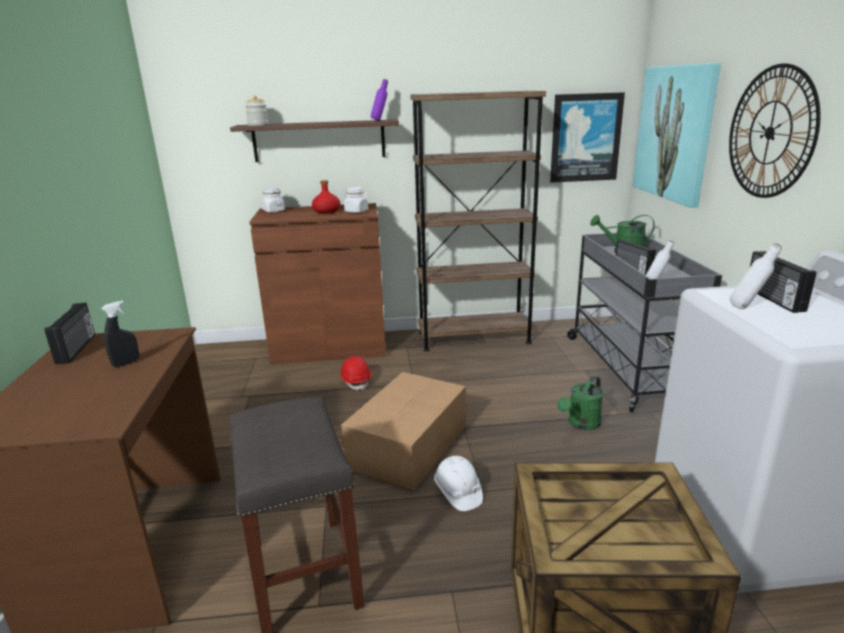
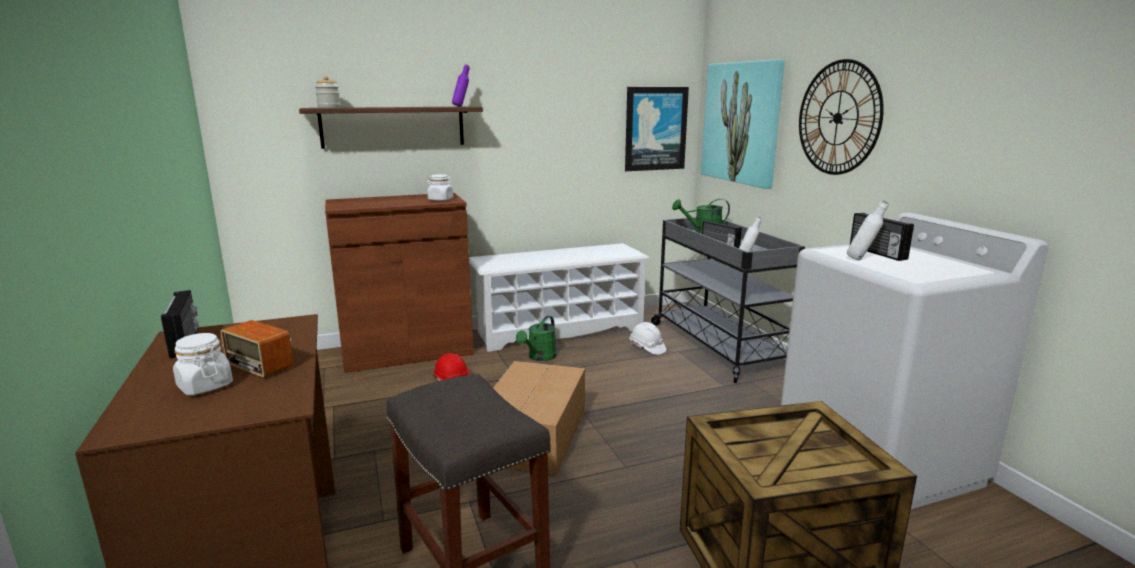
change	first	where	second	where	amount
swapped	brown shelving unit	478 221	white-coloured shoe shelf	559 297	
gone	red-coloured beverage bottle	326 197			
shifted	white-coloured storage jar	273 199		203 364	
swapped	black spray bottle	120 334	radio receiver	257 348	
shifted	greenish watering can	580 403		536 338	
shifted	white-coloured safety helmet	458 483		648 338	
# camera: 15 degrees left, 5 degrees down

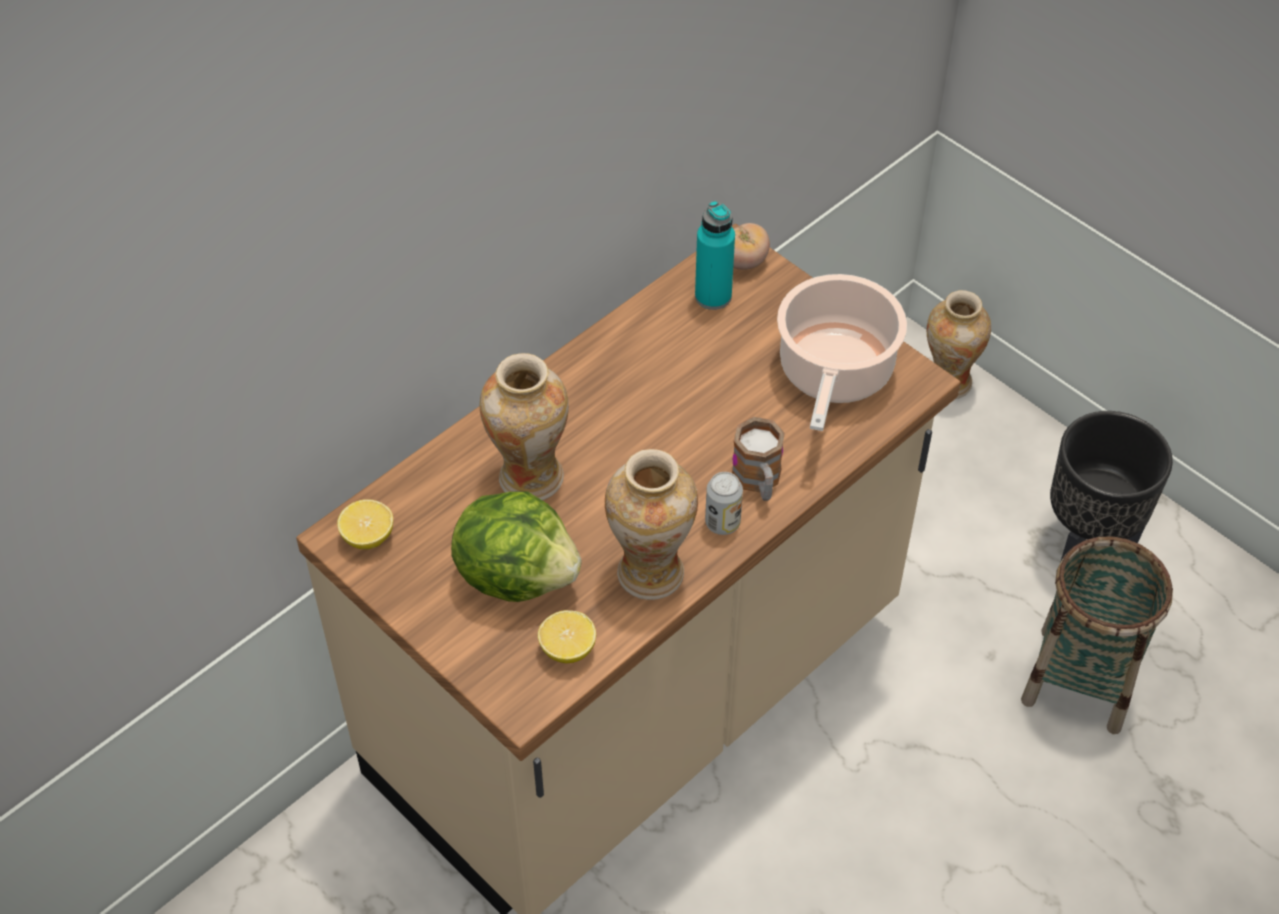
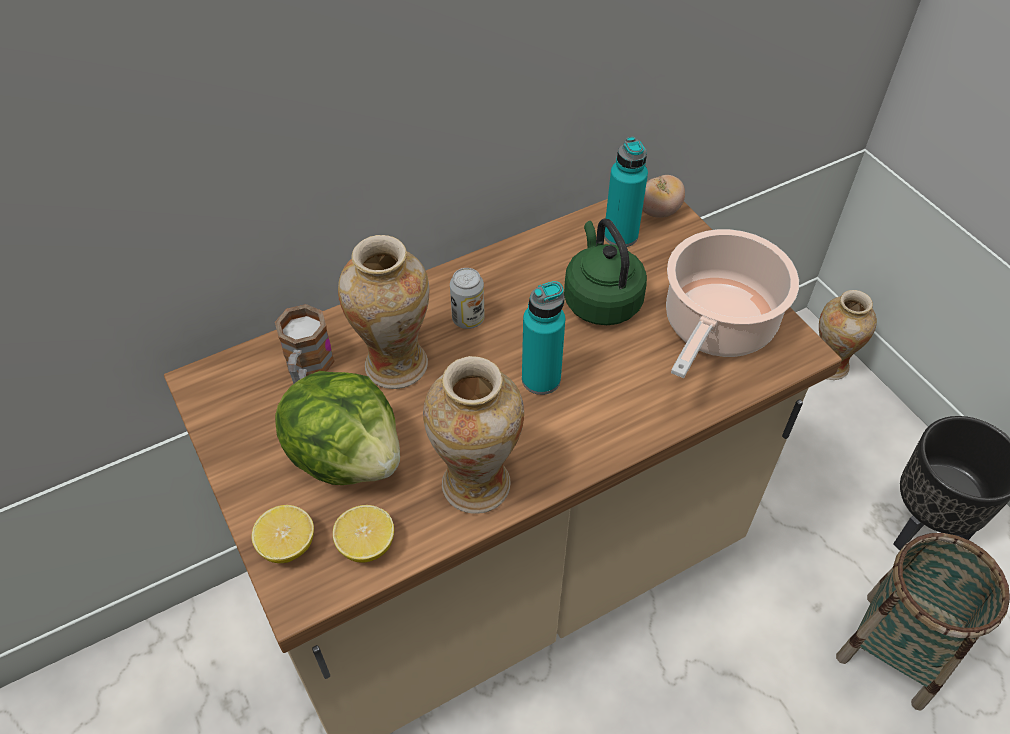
change	first	where	second	where	amount
shifted	mug	758 459		305 344	
shifted	sealed can	724 503		467 298	
shifted	lemon	365 524		282 534	
new			greenish tea kettle	605 272	
new			turquoise-coloured beverage bottle	543 338	
# camera: 15 degrees right, 0 degrees up

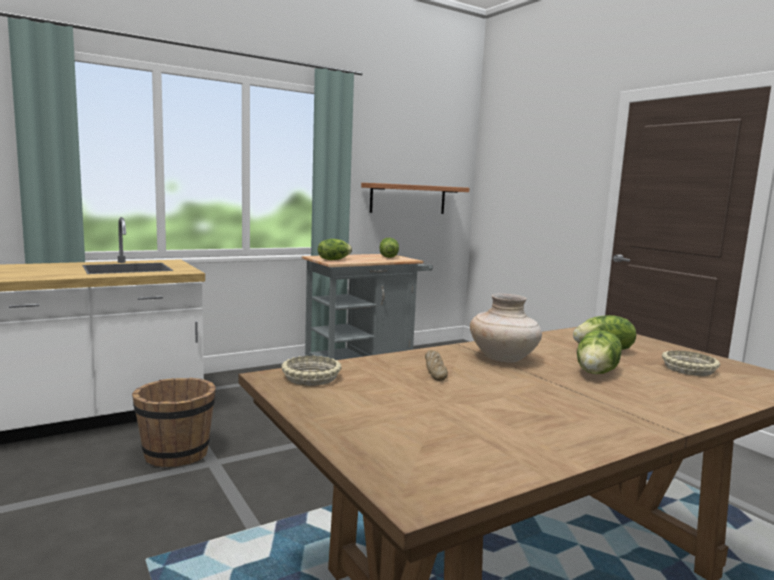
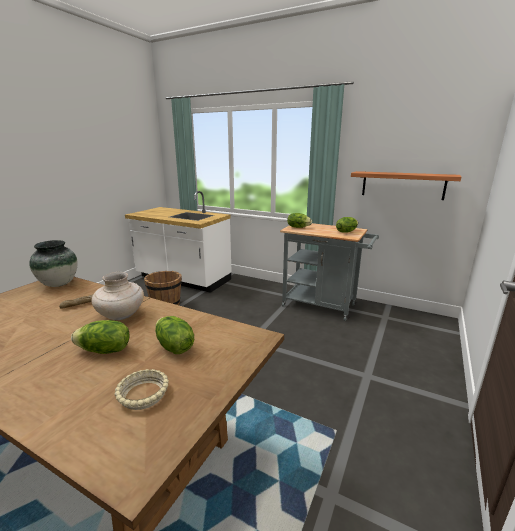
change	first	where	second	where	amount
swapped	beige serving bowl	311 371	flower vase	53 263	
# camera: 60 degrees right, 10 degrees up

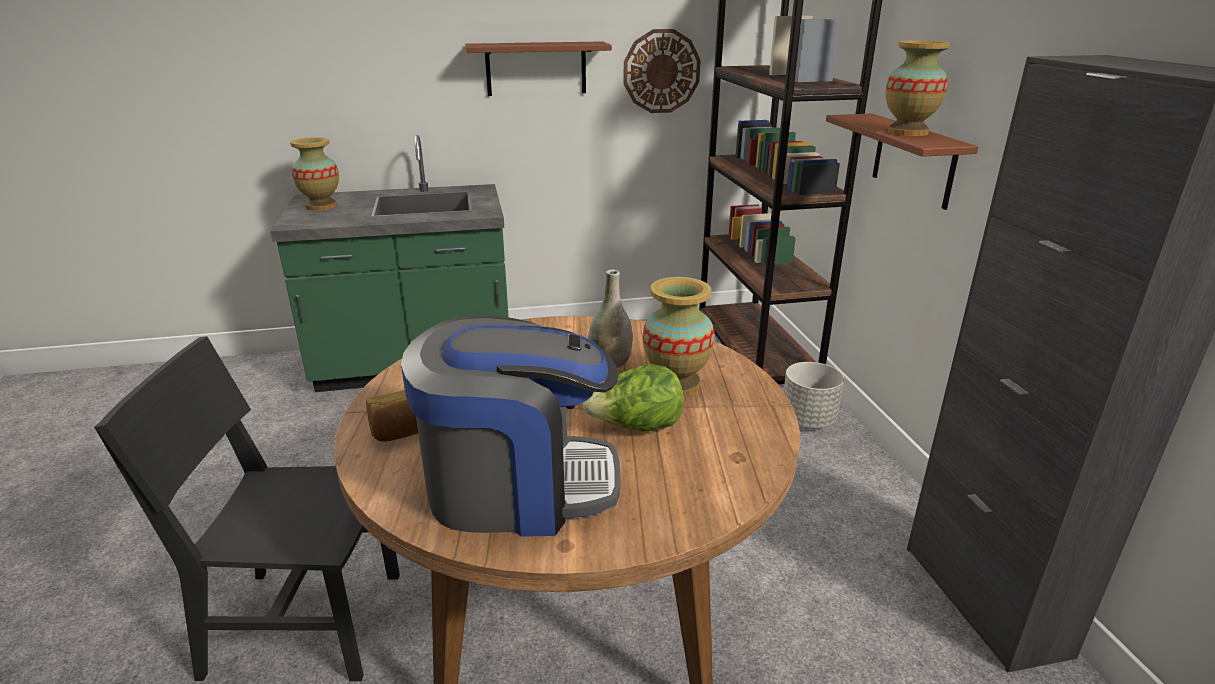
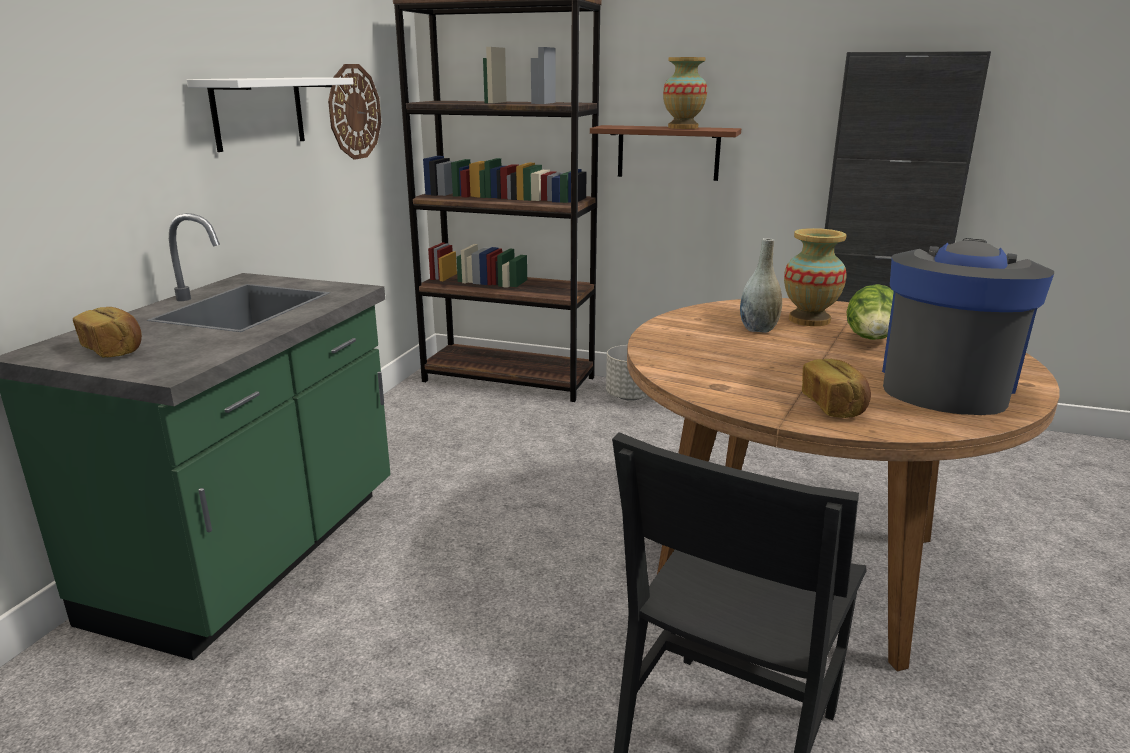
change	first	where	second	where	amount
repainted	brown bracket shelf	538 68	white-coloured bracket shelf	270 115	
swapped	flower vase	314 174	baked bread	107 332	
# camera: 60 degrees left, 5 degrees down

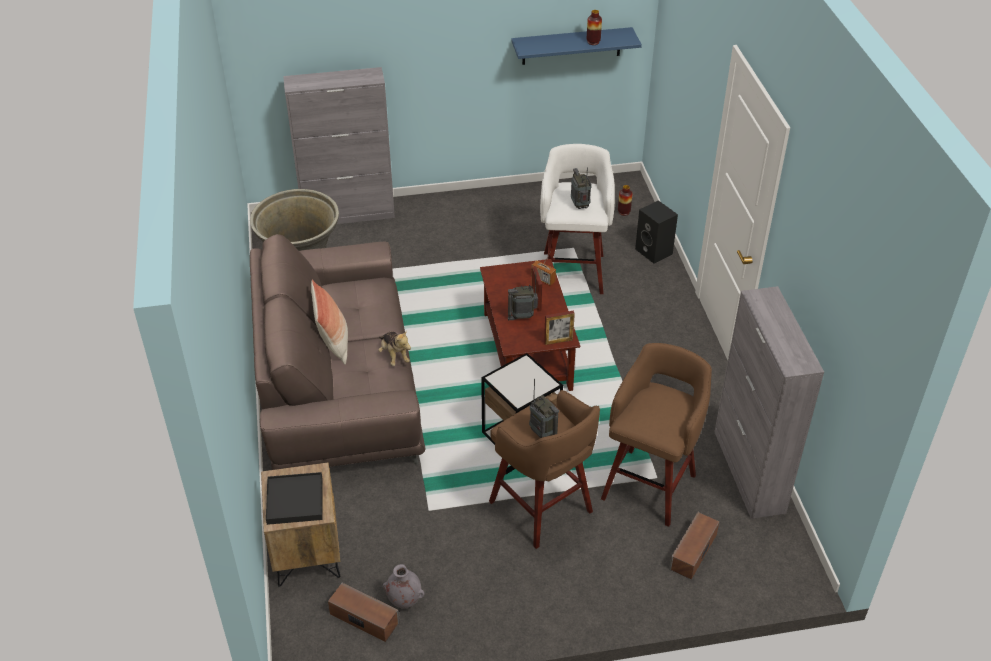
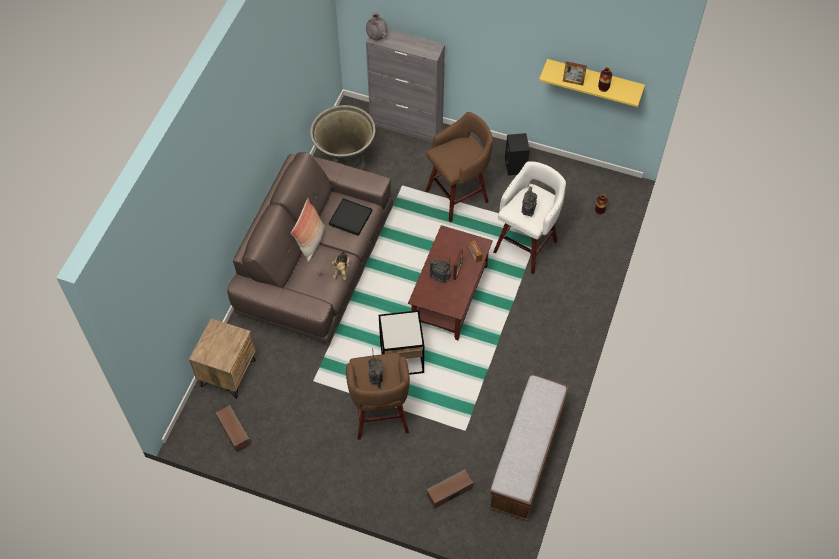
change	first	where	second	where	amount
repainted	bluish bracket shelf	576 46	yellow-coloured bracket shelf	592 83	
shifted	black loudspeaker	656 232		517 154	
swapped	gray cabinet	769 402	indoor bench	529 447	
shifted	picture frame	559 328		575 73	
shifted	brown stool	656 435		459 167	
shifted	black carrying tray	294 498		350 217	
shifted	gray flower vase	404 586		376 26	
# camera: 30 degrees right, 15 degrees up

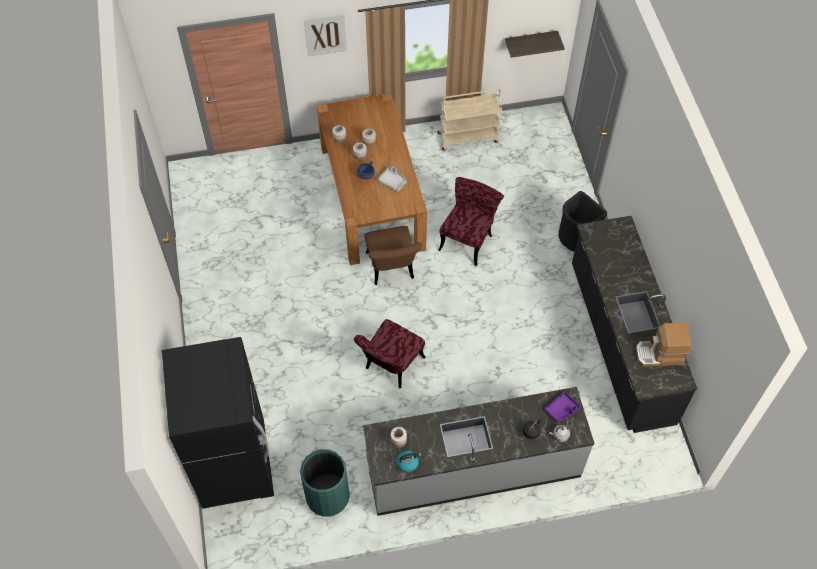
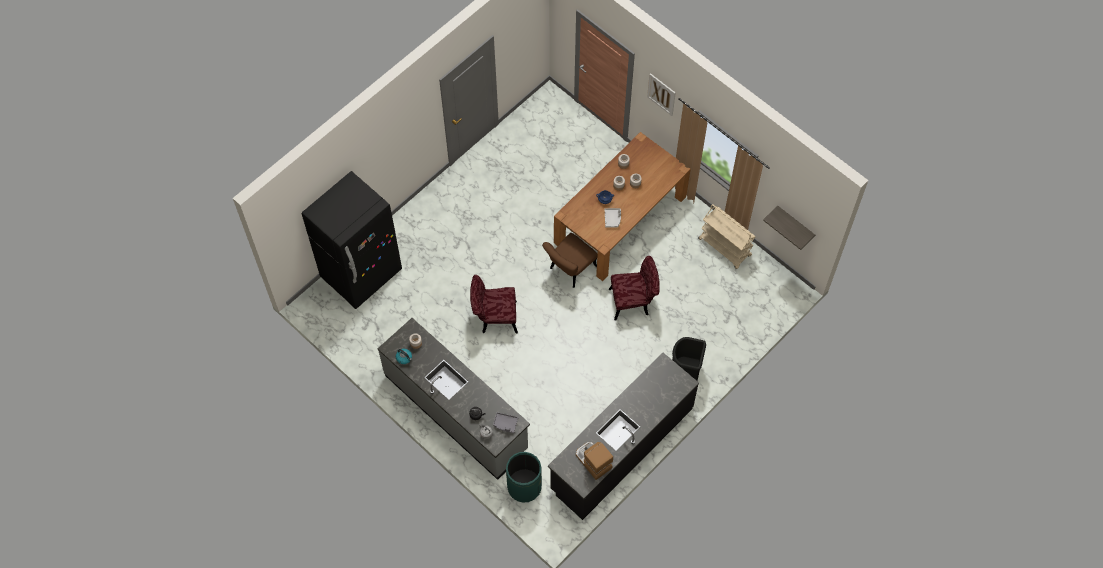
change	first	where	second	where	amount
repainted	purple-coloured carrying tray	562 407	gray carrying tray	505 422	
shifted	greenish rubbish bin	325 483		524 477	
# camera: 55 degrees right, 5 degrees up

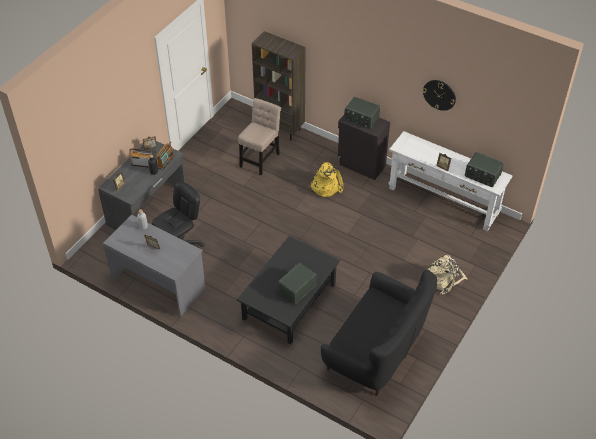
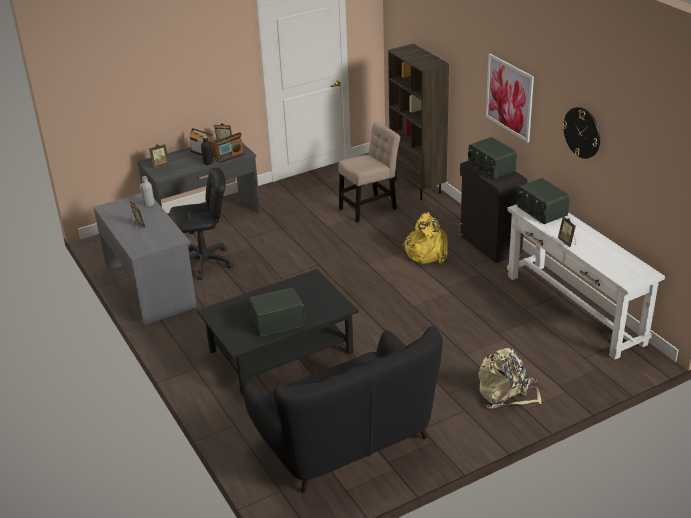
change	first	where	second	where	amount
shifted	radio receiver	484 169		543 201	
new			wall art	510 98	
# camera: 30 degrees right, 15 degrees down

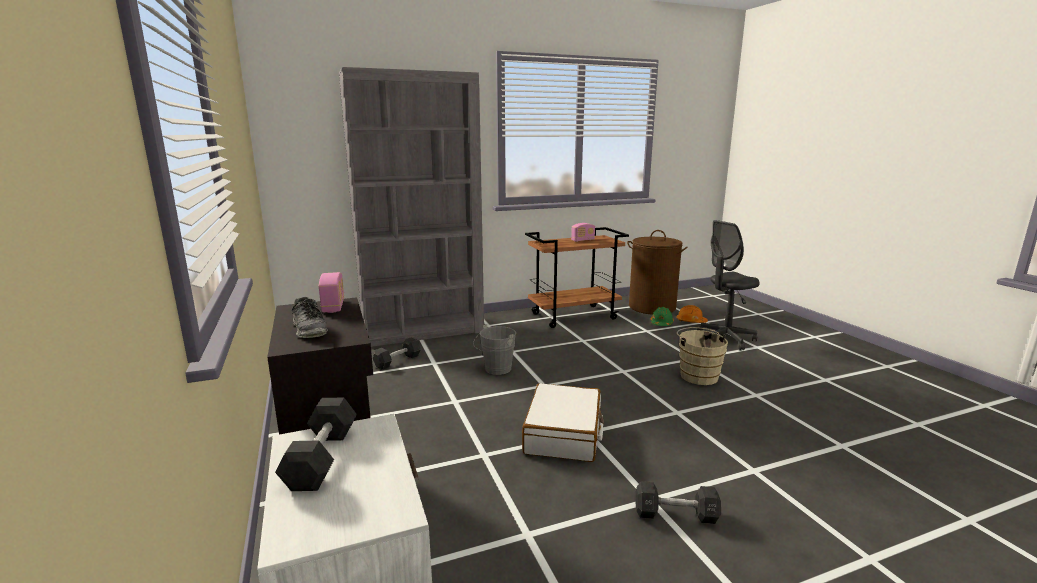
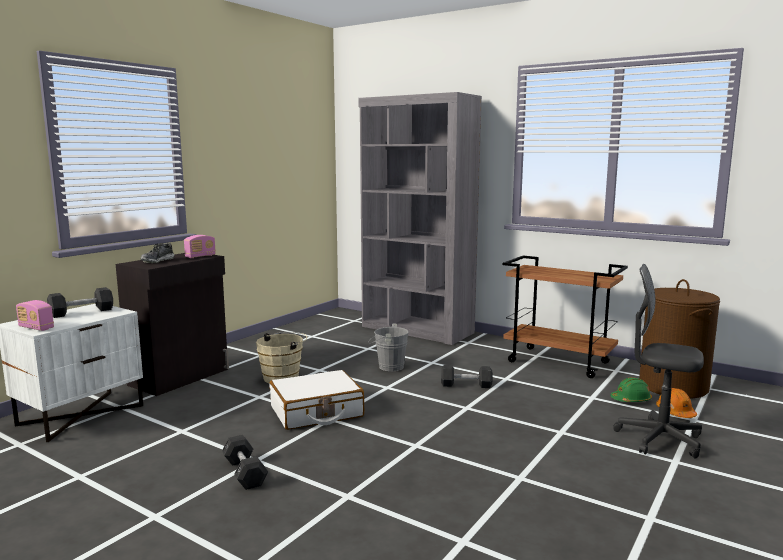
change	first	where	second	where	amount
shifted	radio receiver	583 232		35 315	
shifted	beige pail	702 356		281 357	
shifted	black dumbbell	397 354		467 376	
# camera: 55 degrees right, 5 degrees down

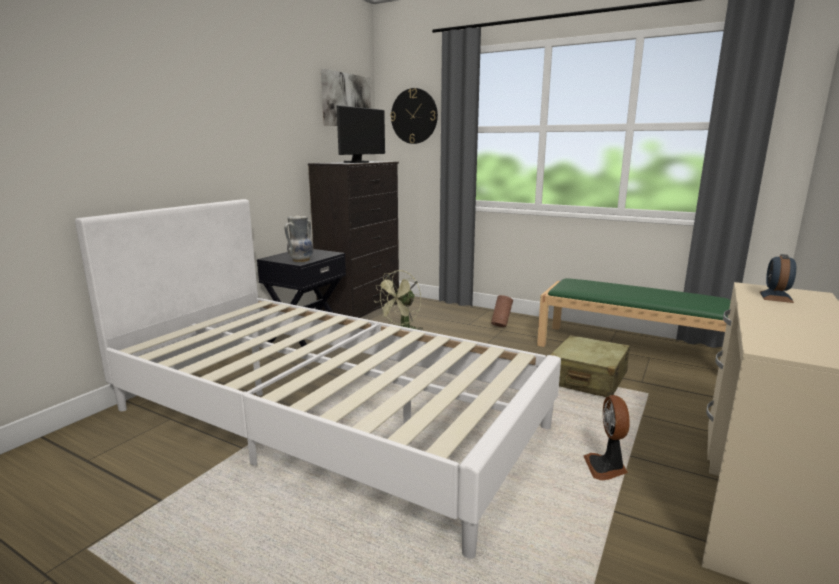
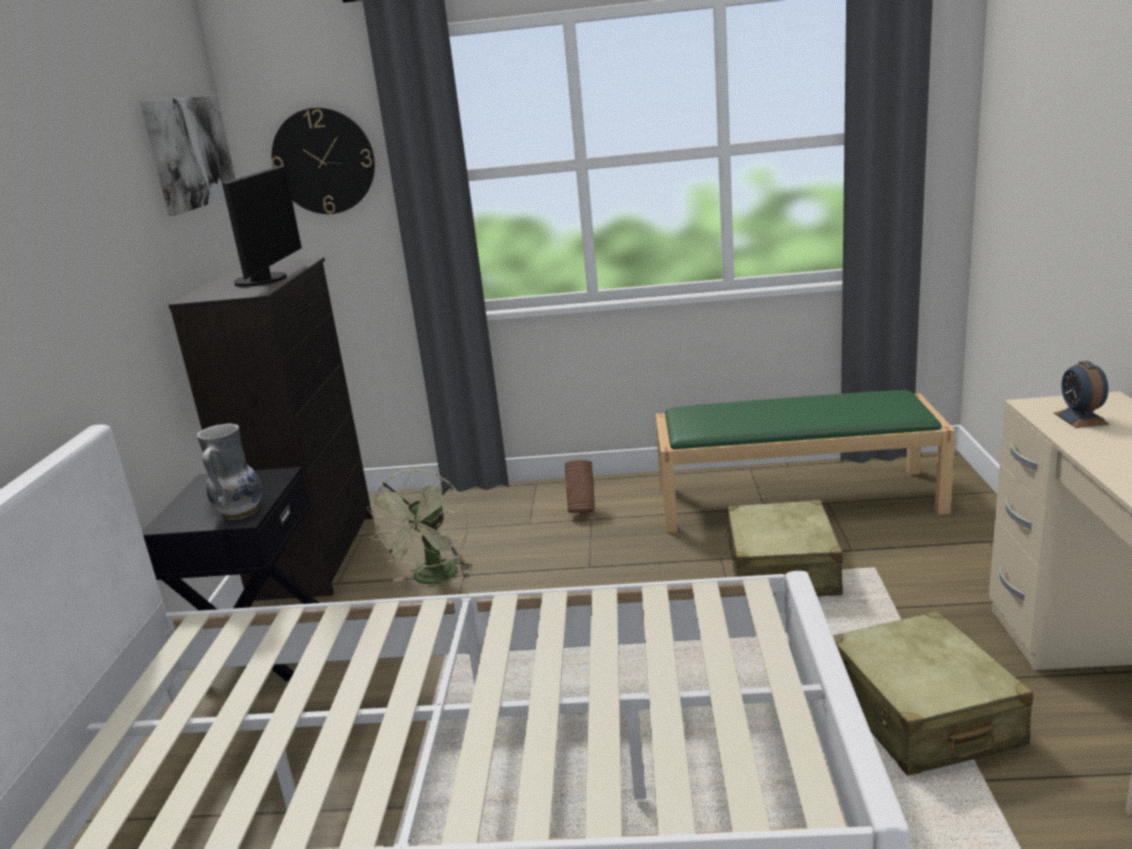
change	first	where	second	where	amount
swapped	electric fan	607 437	beige piece of luggage	933 693	
# camera: 25 degrees left, 5 degrees up

